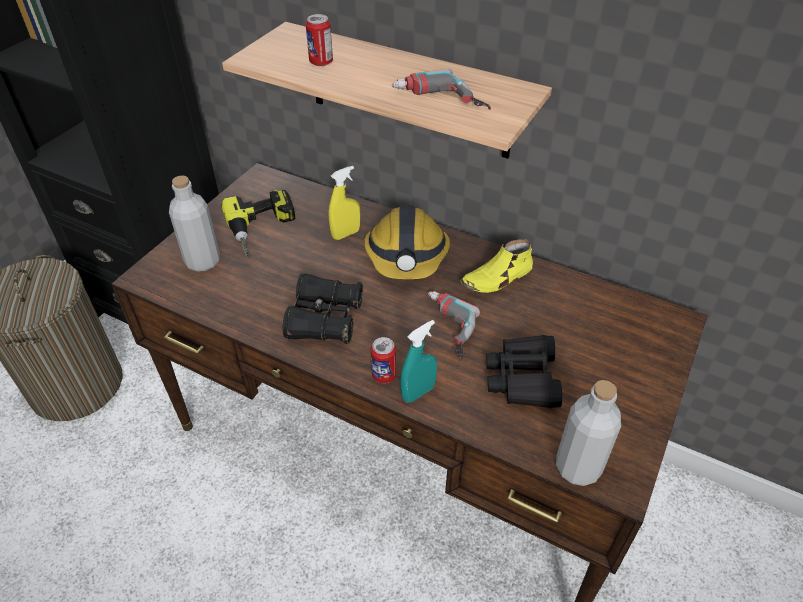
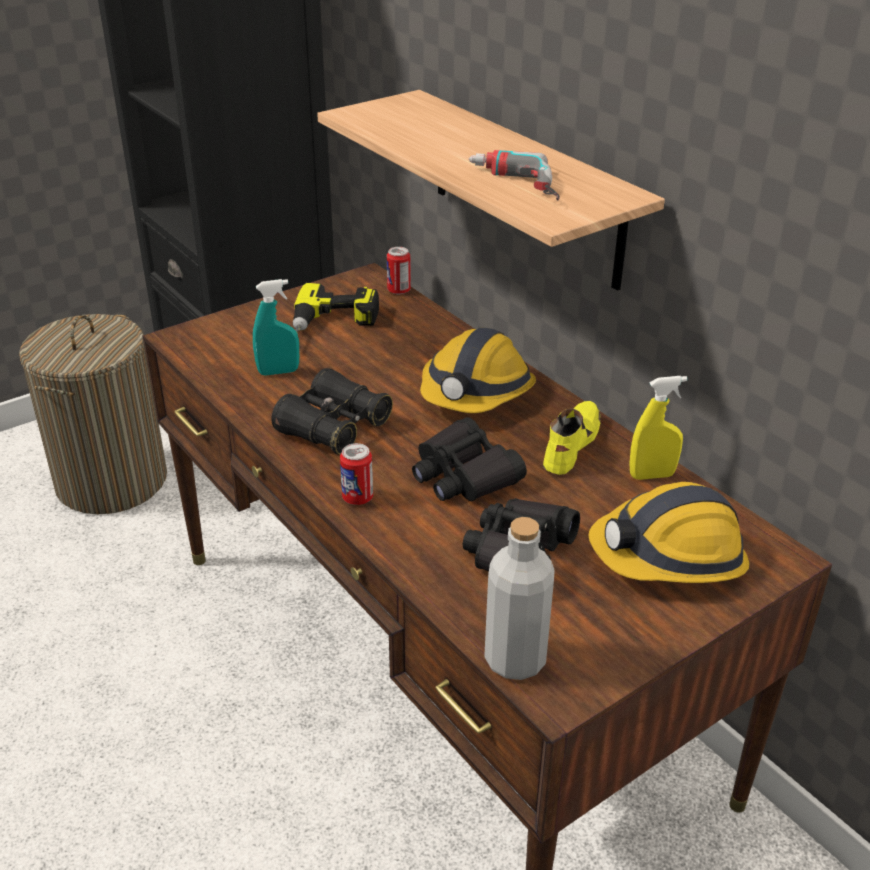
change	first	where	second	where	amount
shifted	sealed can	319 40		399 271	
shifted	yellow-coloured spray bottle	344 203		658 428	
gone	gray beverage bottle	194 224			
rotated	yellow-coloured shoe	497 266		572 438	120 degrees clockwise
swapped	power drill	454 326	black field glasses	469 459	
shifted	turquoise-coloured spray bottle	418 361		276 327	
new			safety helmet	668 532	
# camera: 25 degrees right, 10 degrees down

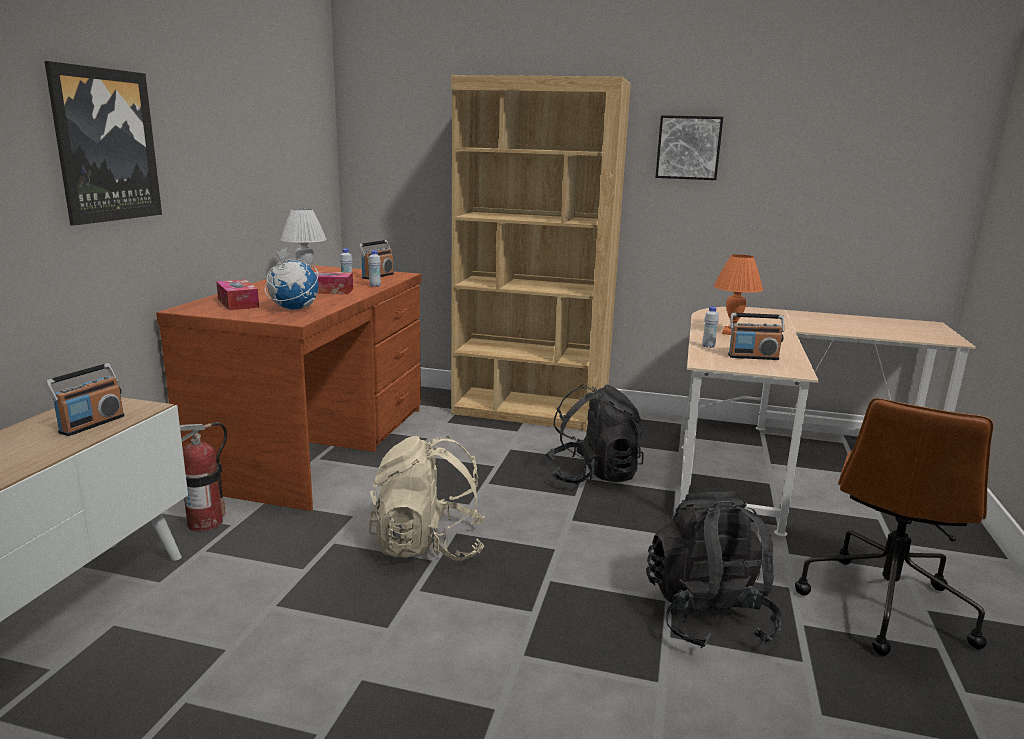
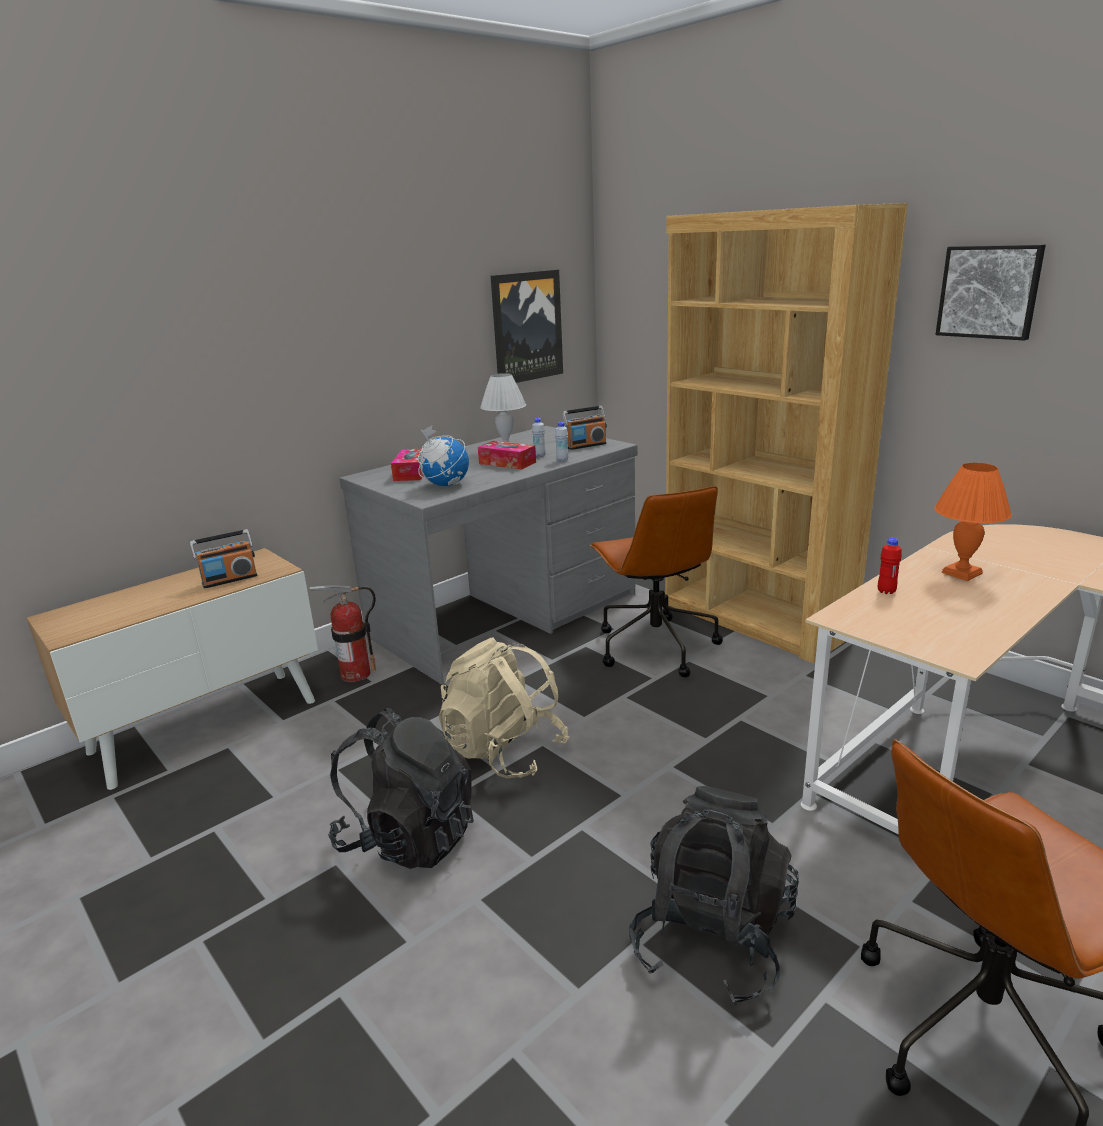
change	first	where	second	where	amount
shifted	wall art	103 143		527 326	
repainted	brown desk table	288 388	gray desk table	488 555	
repainted	white-coloured beverage bottle	710 327	red-coloured beverage bottle	890 566	
gone	radio receiver	756 336			
shifted	black backpack	594 434		401 788	
new			brown office chair	656 581	
# camera: 35 degrees right, 5 degrees up

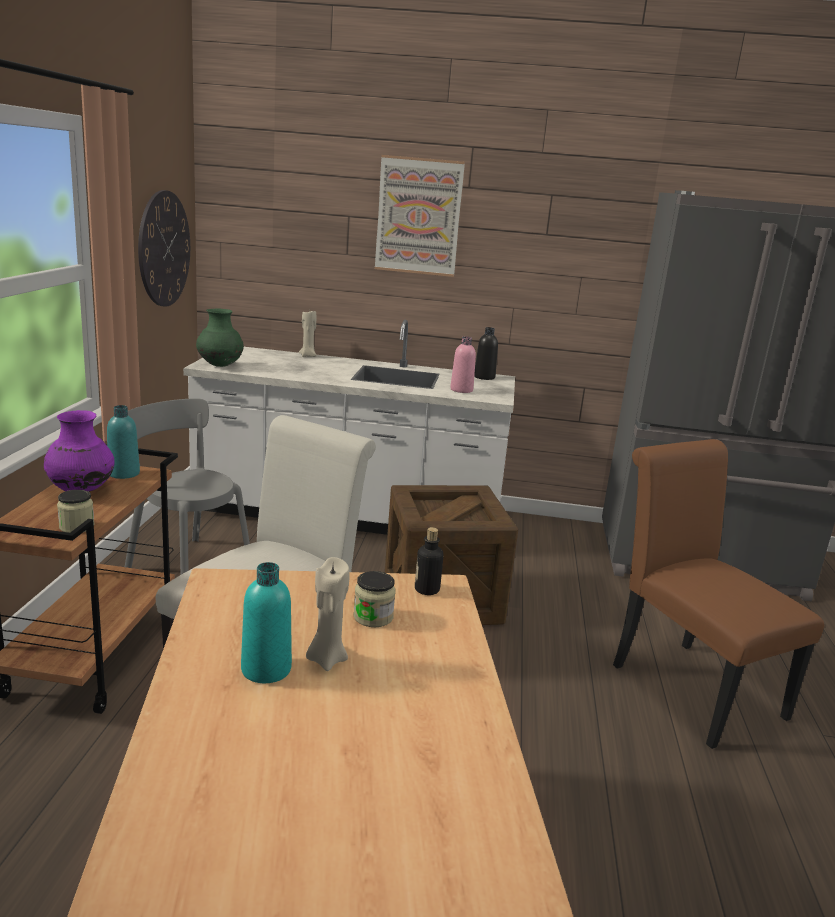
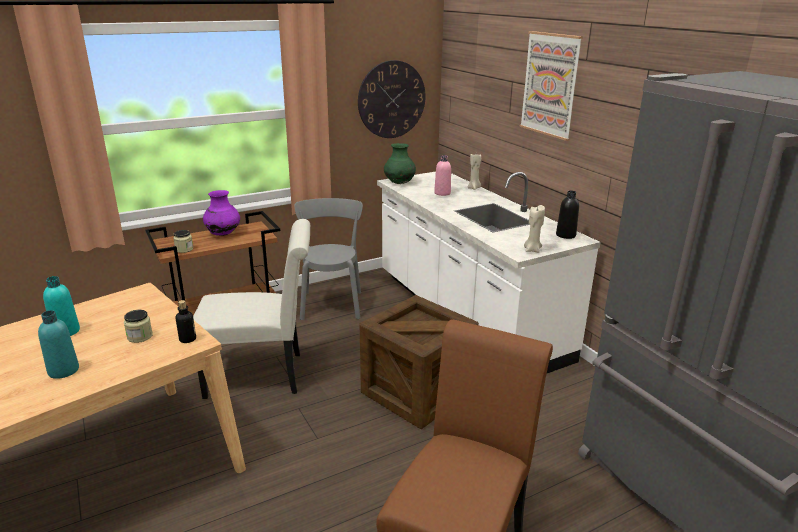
change	first	where	second	where	amount
shifted	pinkish beverage bottle	463 364		442 175	
shifted	turquoise-coloured beverage bottle	123 442		58 344	
shifted	beige wax light	328 614		534 229	
# camera: 55 degrees right, 5 degrees up

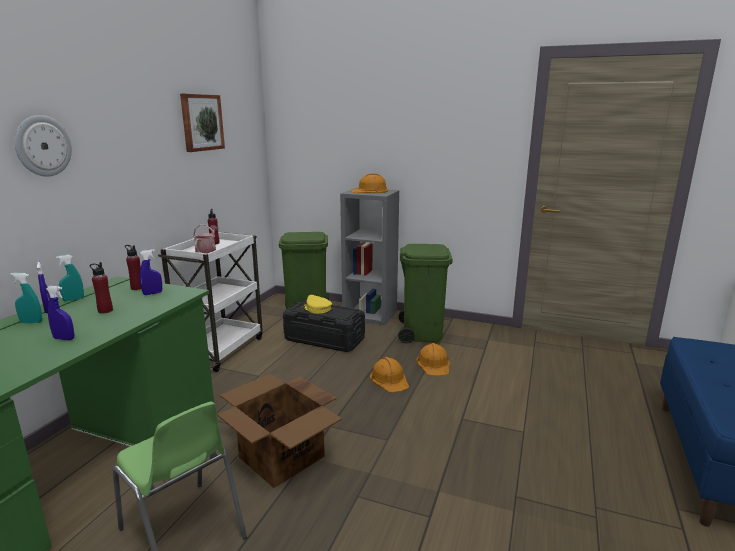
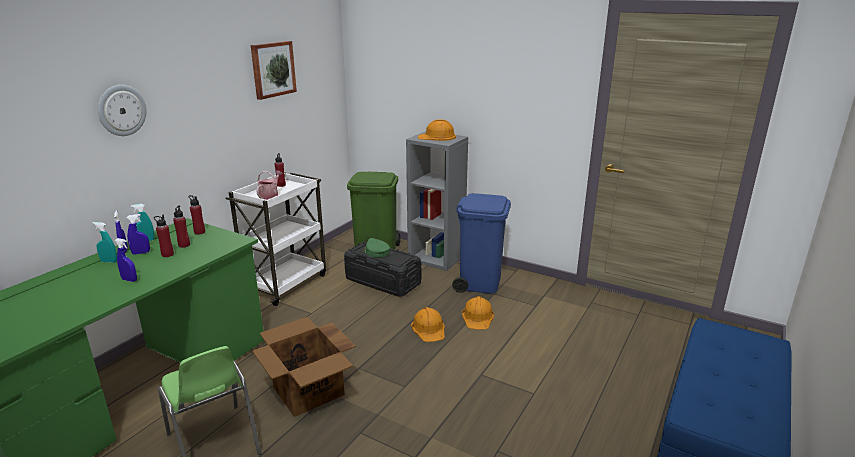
change	first	where	second	where	amount
repainted	greenish rubbish bin	425 293	bluish rubbish bin	481 243	
shifted	bluish spray bottle	151 272		138 234	
repainted	yellow-coloured cap	316 304	greenish cap	376 248	
new			red-coloured beverage bottle	181 226	
# camera: 10 degrees right, 5 degrees up

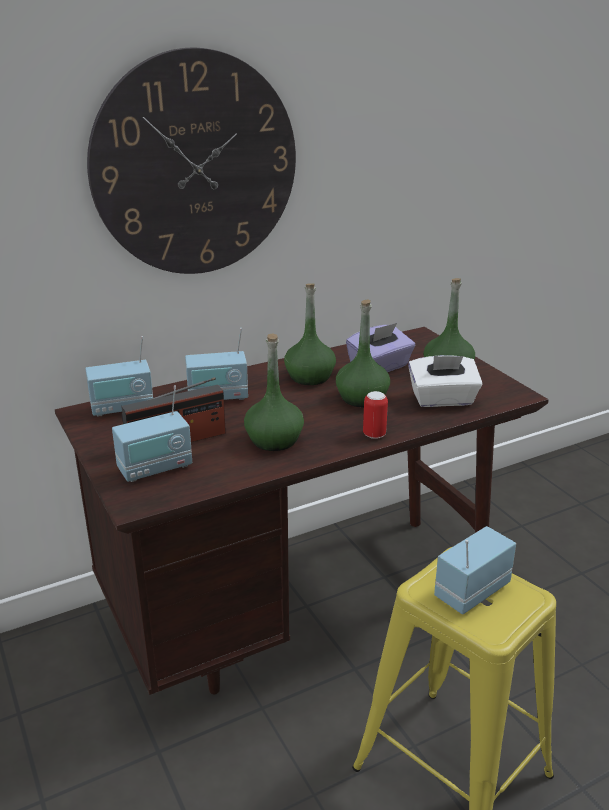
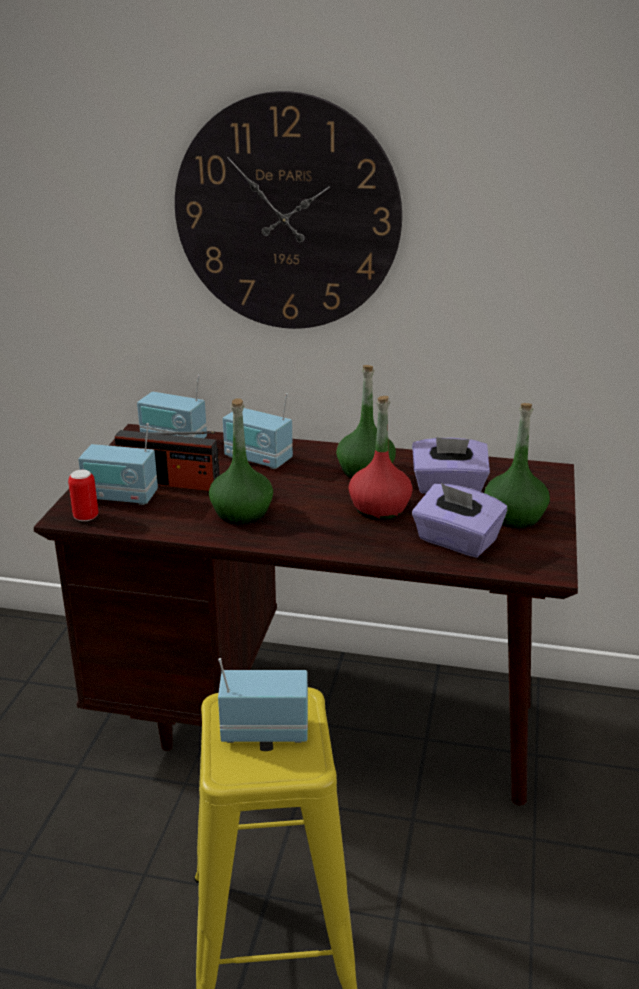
change	first	where	second	where	amount
repainted	greenish beverage bottle	363 353	red-coloured beverage bottle	381 458	
repainted	white-coloured tissue holder	445 381	purple-coloured tissue holder	459 520	
shifted	sealed can	375 415		83 496	
# camera: 40 degrees right, 0 degrees up

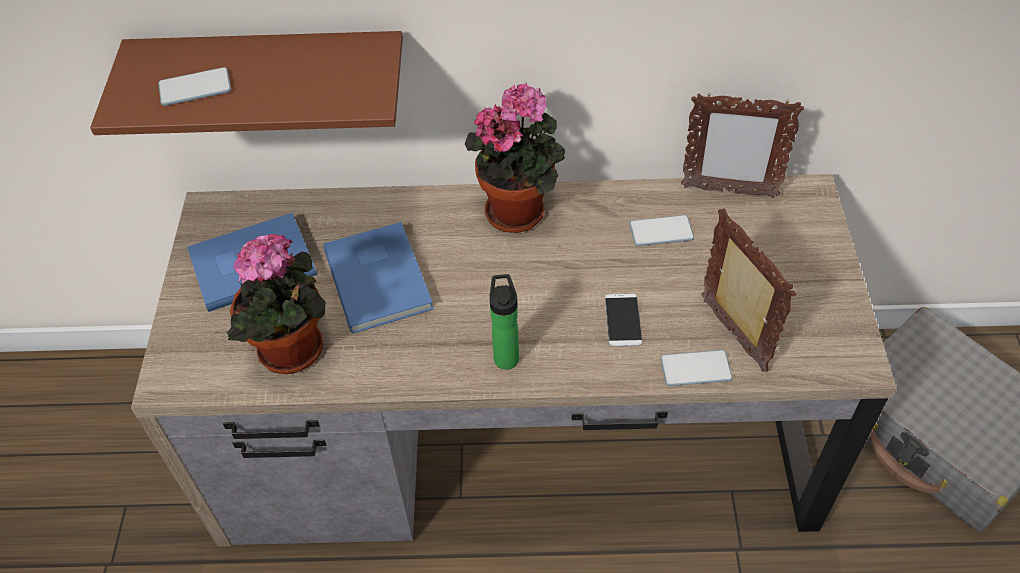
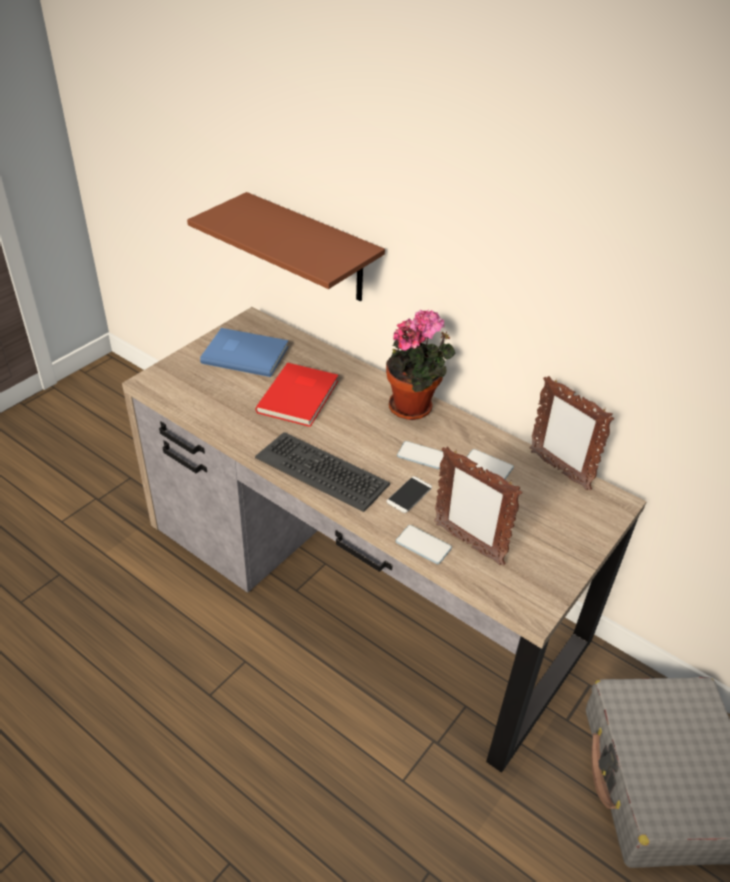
change	first	where	second	where	amount
shifted	telephone	194 86		420 455	
rotated	picture frame	748 290		478 506	120 degrees clockwise
repainted	bluish volume	379 278	red-coloured volume	296 395	
gone	plant in a pot	276 304			
swapped	beverage bottle	504 322	computer keyboard	322 472	
# camera: 35 degrees right, 10 degrees down

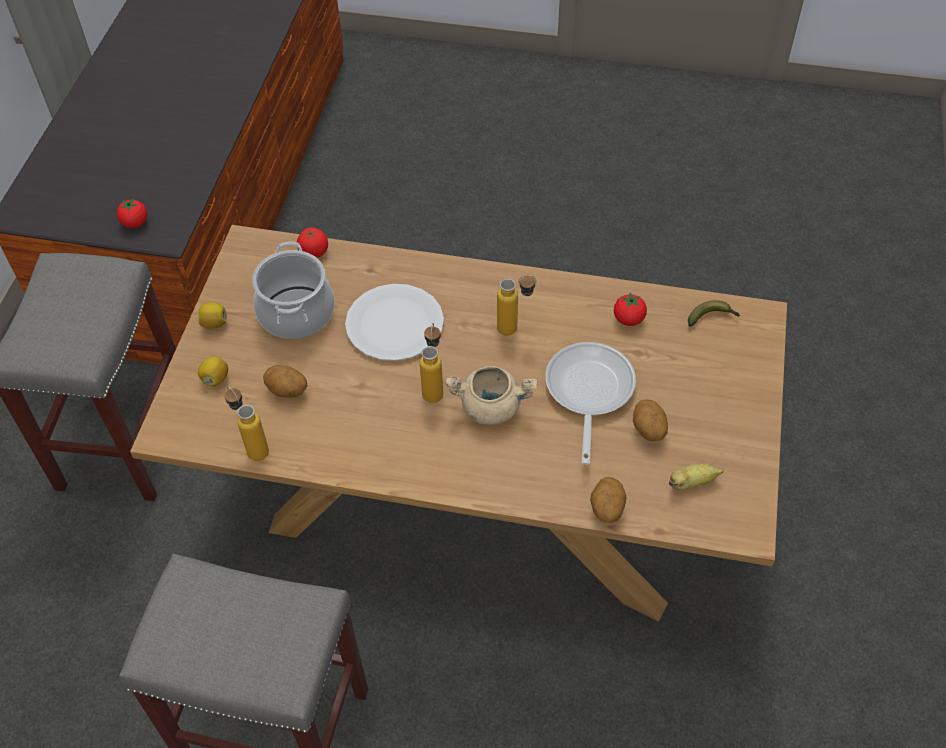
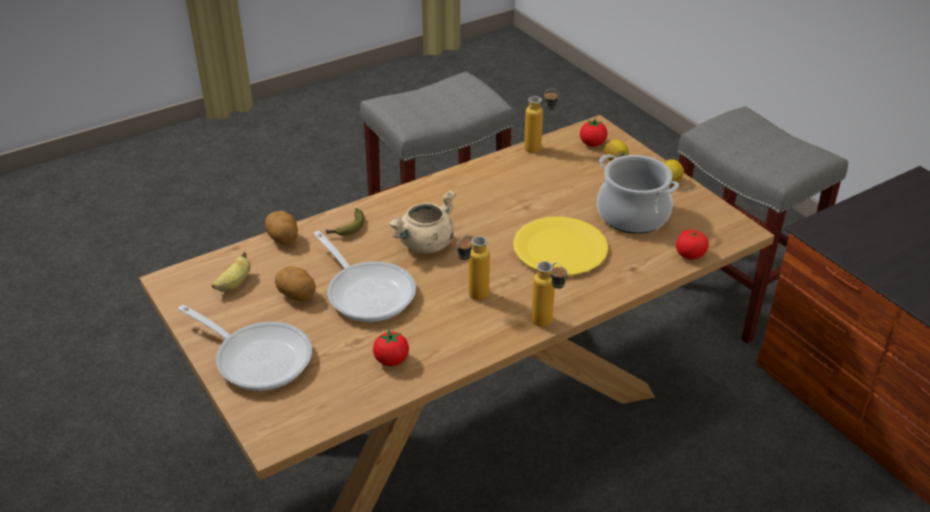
change	first	where	second	where	amount
shifted	whole tomato	132 213		594 132	
repainted	white-coloured dinner plate	394 322	yellow-coloured dinner plate	560 246	
shifted	banana fruit	714 313		345 222	
shifted	beverage bottle	431 363		549 294	
gone	whole potato	285 381			
new			pan	245 348	
# camera: 135 degrees right, 15 degrees down

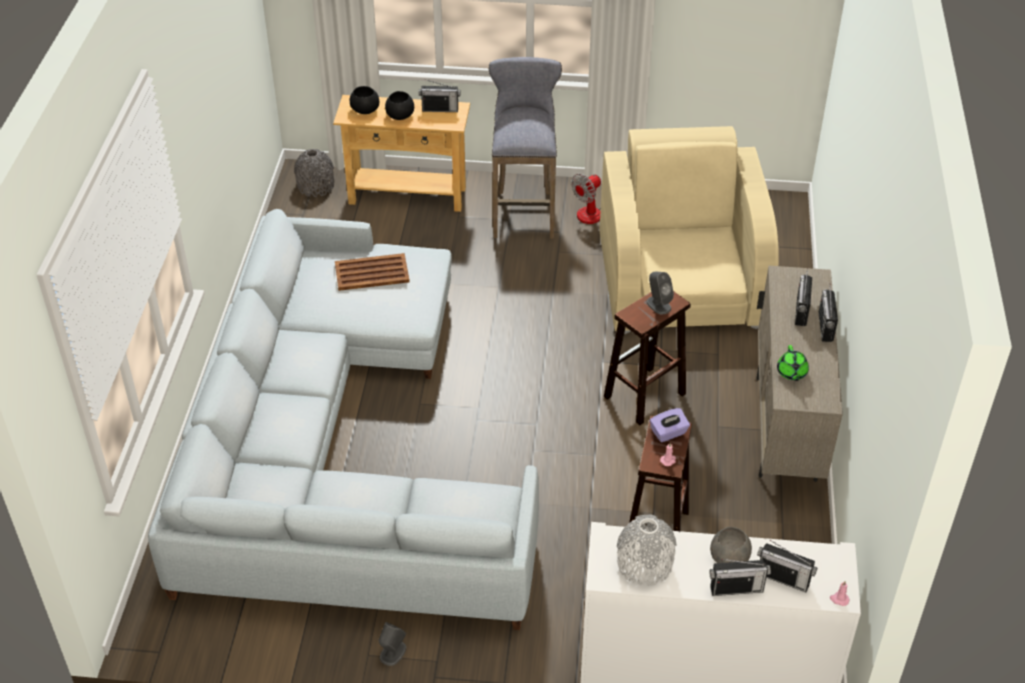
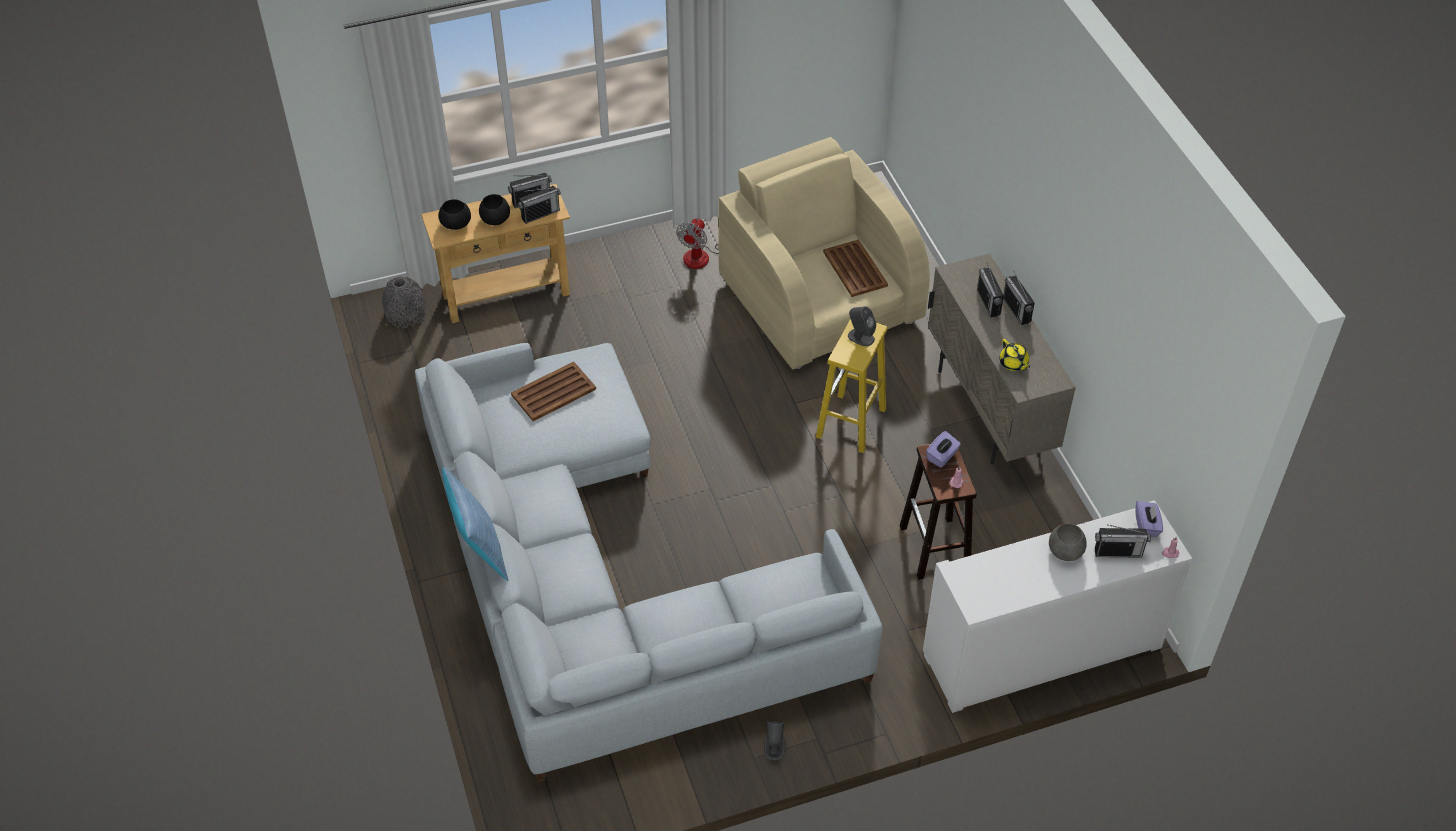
change	first	where	second	where	amount
gone	gray stool	525 148			
repainted	brown stool	647 358	yellow-coloured stool	851 386	
repainted	greenish tea pot	793 363	yellow-coloured tea pot	1014 355	
gone	gray flower vase	647 550			
shifted	radio receiver	740 577		539 205	
new			brown carrying tray	855 268	
new			pillow	475 524	
new			purple-coloured tissue holder	1149 519	
# camera: 25 degrees left, 5 degrees up

